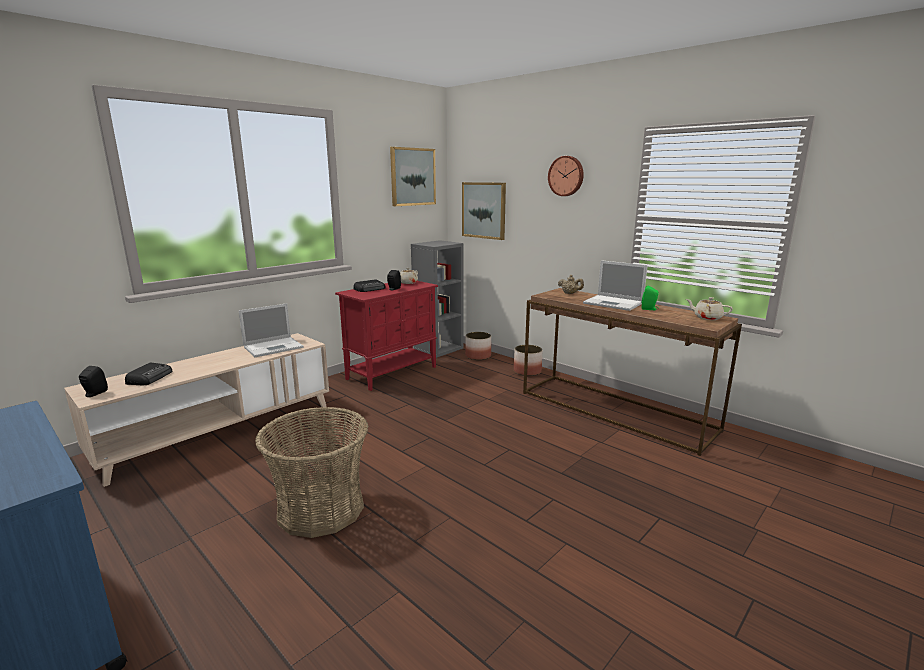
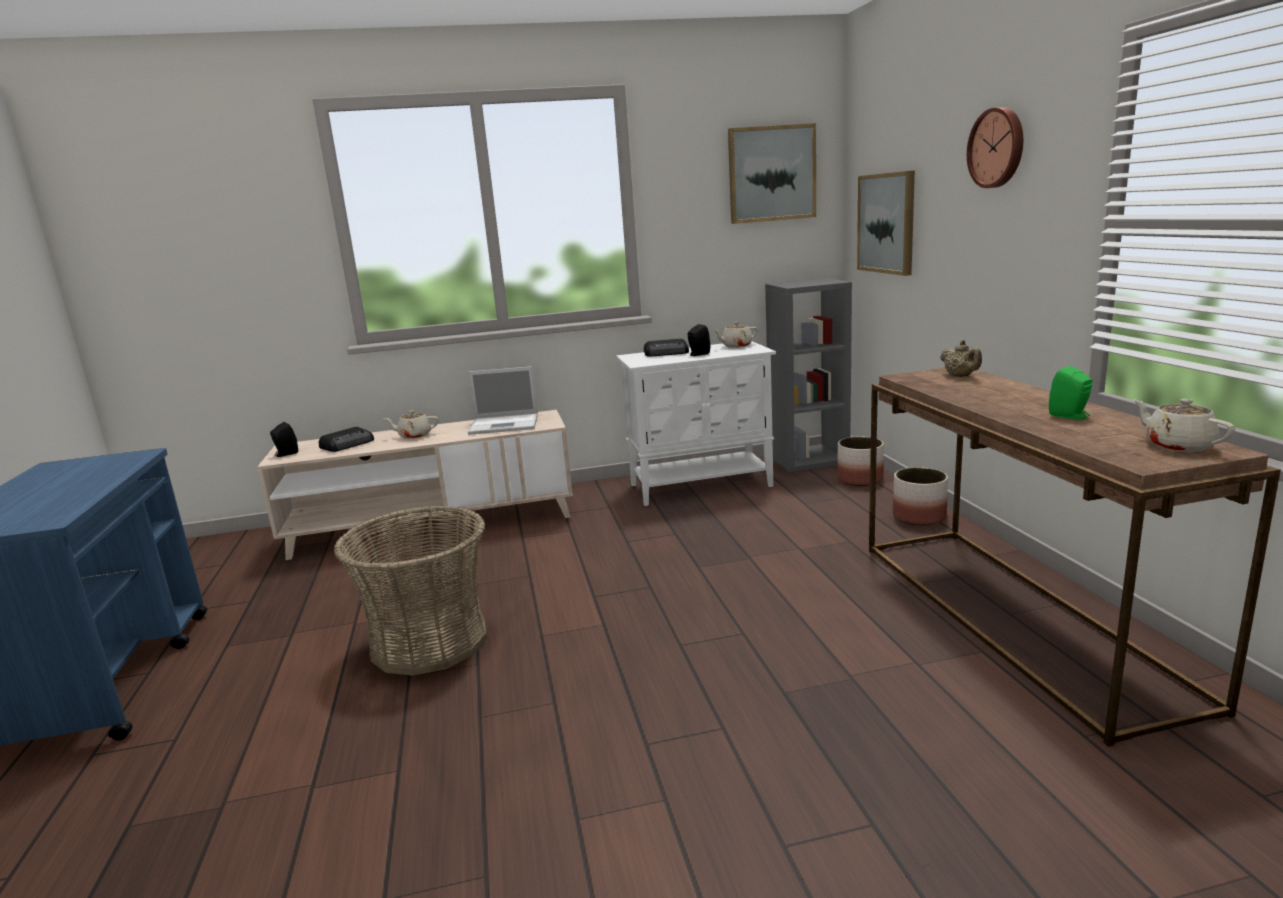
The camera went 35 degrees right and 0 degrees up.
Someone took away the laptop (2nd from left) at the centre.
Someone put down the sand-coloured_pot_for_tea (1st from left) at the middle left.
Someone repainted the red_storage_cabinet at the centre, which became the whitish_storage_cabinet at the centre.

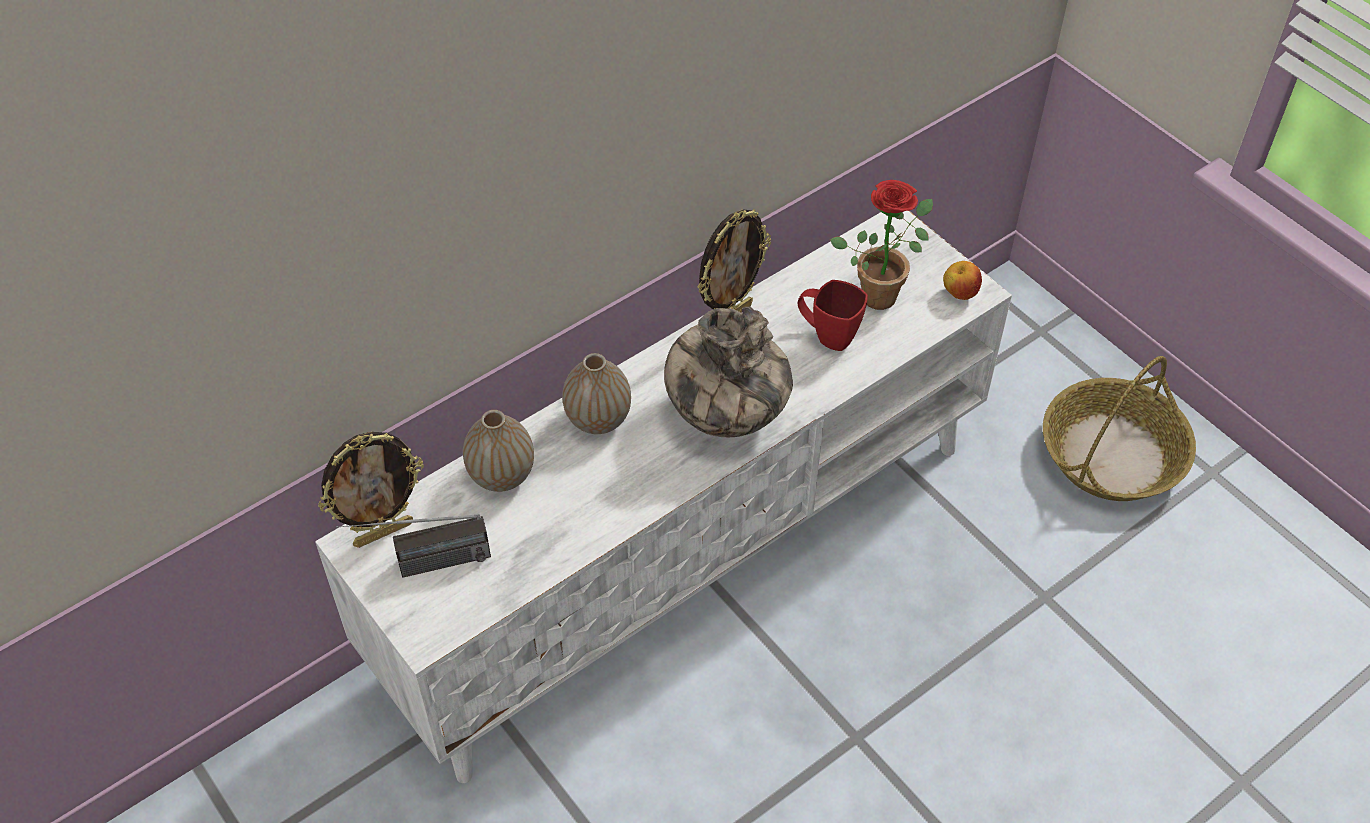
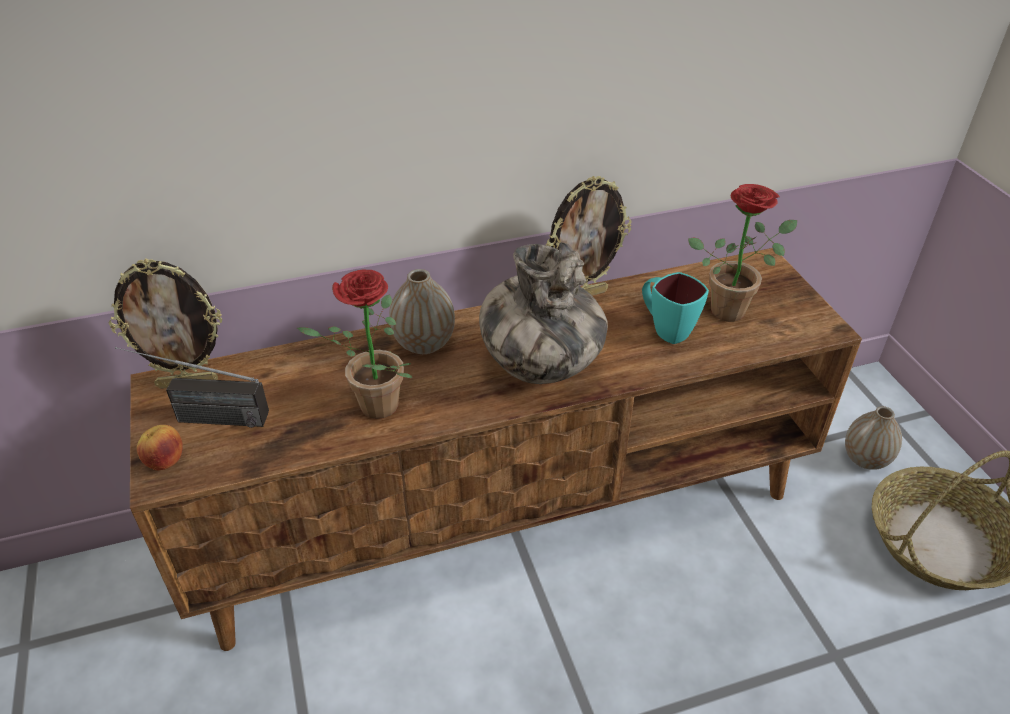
The camera went 20 degrees right and 10 degrees down.
Someone put down the plant_in_a_pot (1st from left) at the centre.
Someone carried the vase (1st from left in the first image) from the centre to the middle right.
Someone carried the whole_apple from the middle right to the middle left.
Someone repainted the whitish_tv_stand at the centre, which became the brown_tv_stand at the centre.
Someone repainted the red_tea_mug at the centre, which became the turquoise_tea_mug at the middle right.

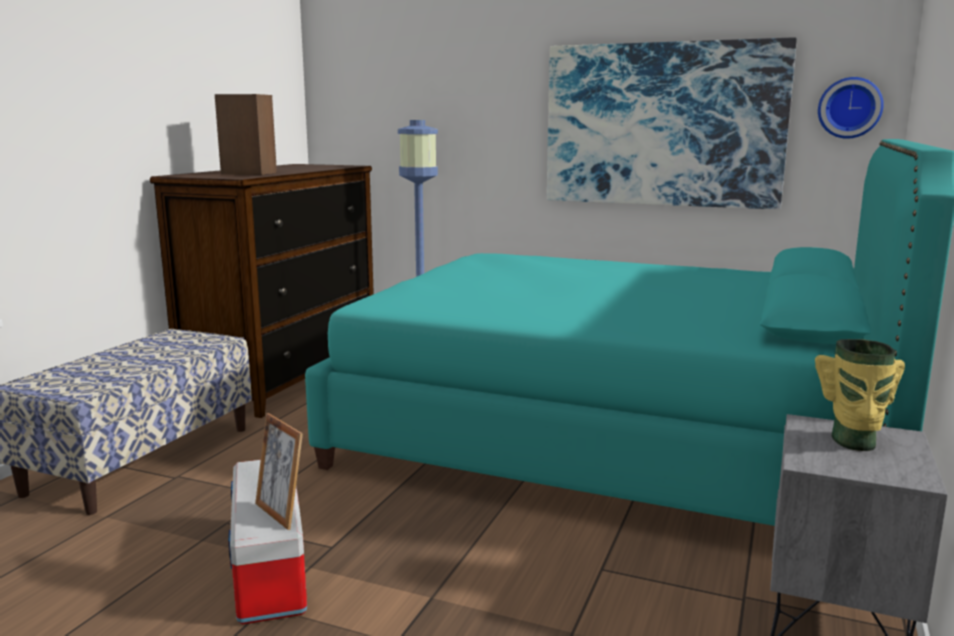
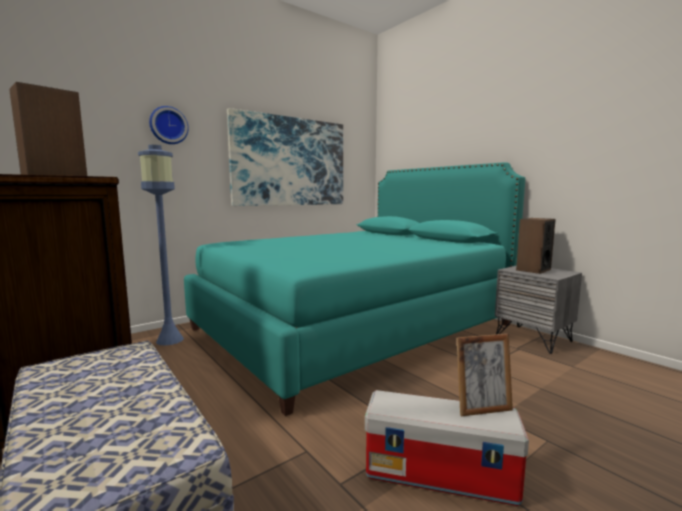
The camera went 60 degrees left and 5 degrees down.
Someone carried the wall_clock from the top right to the top left.
Someone swapped the vase at the middle right for the audio_speaker (2nd from left) at the middle right.

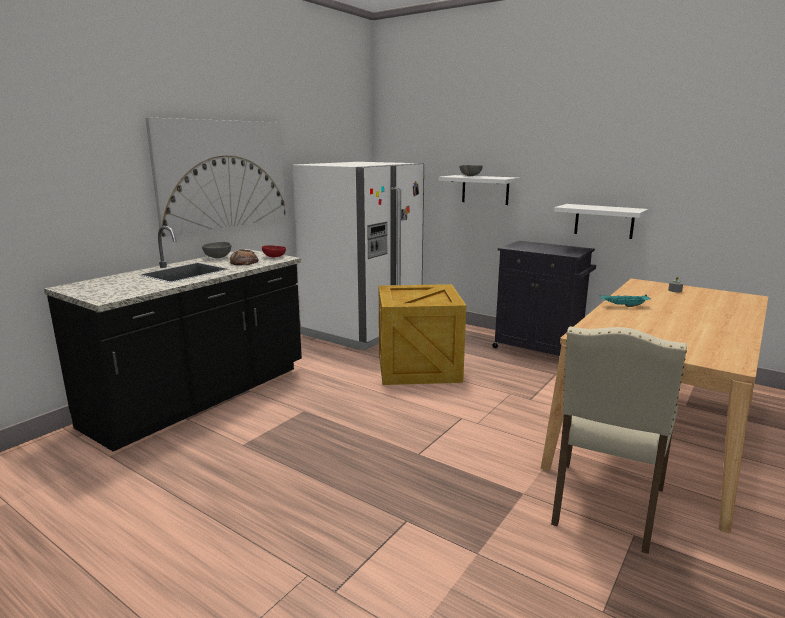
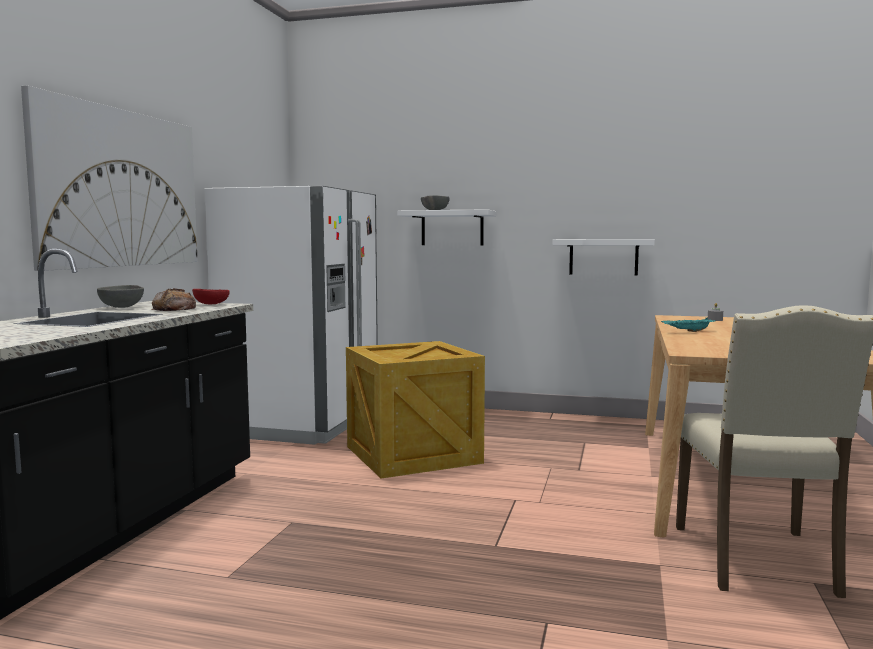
The camera went 20 degrees left and 10 degrees down.
Someone took away the black-coloured_storage_cabinet at the middle right.

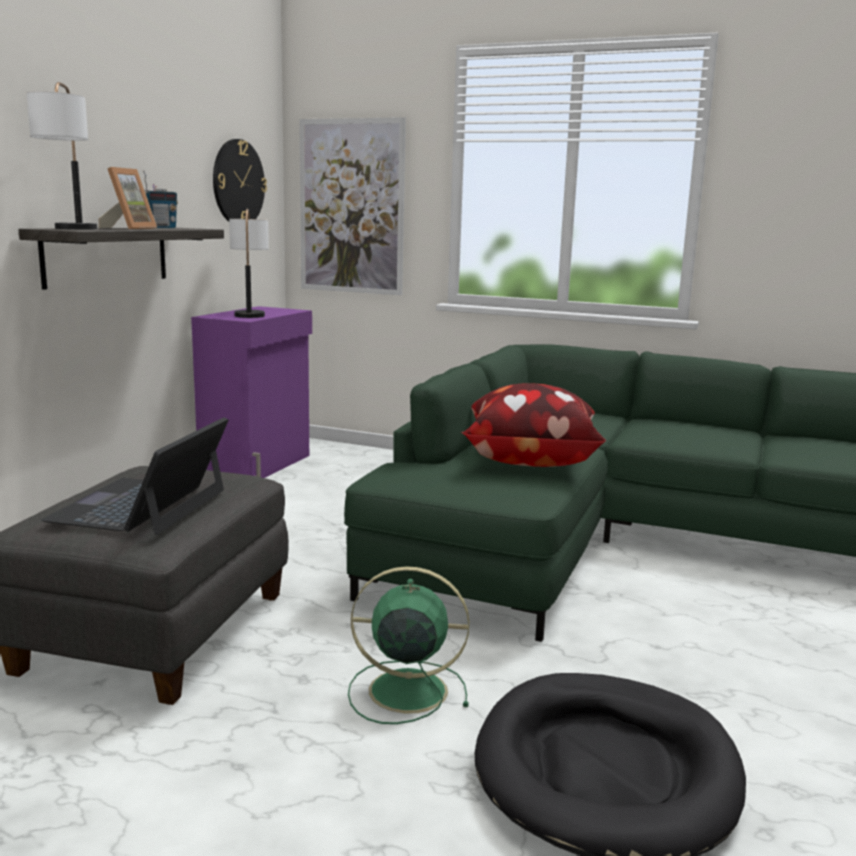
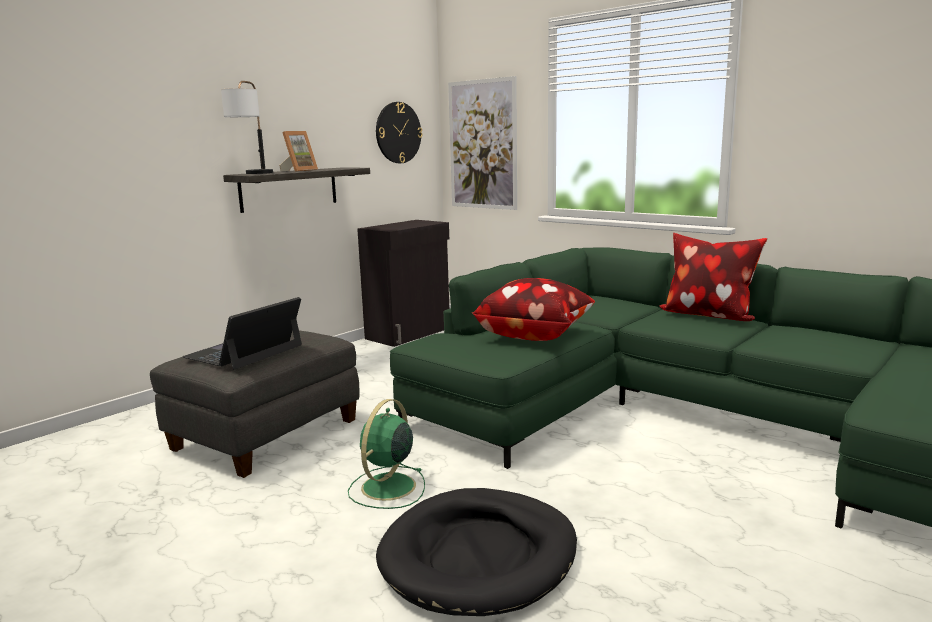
The camera went 20 degrees right and 0 degrees up.
Someone took away the radio at the top left.
Someone took away the tabletop_lamp (2nd from left) at the top left.
Someone put down the cushion (2nd from left) at the middle right.
Someone repainted the purple_storage_cabinet at the middle left, which became the black-coloured_storage_cabinet at the centre.
Someone rotated the greenish_cooling_fan at the bottom centre by 90 degrees counterclockwise.

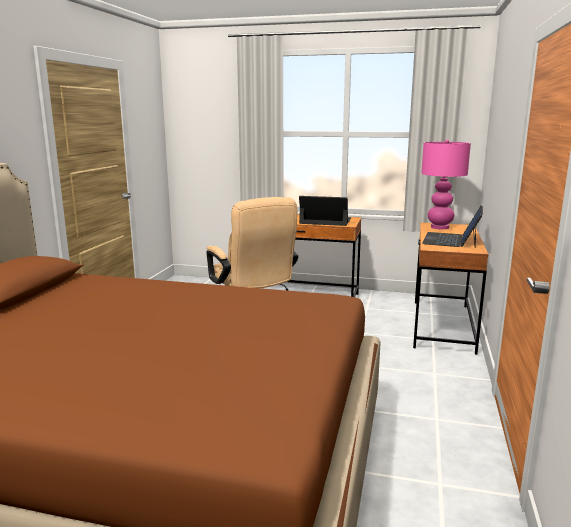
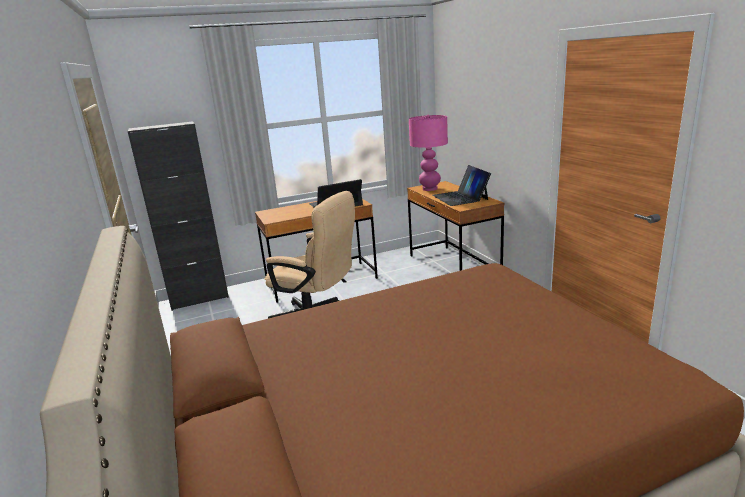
The camera went 35 degrees left and 5 degrees up.
Someone put down the black-coloured_storage_cabinet at the middle left.

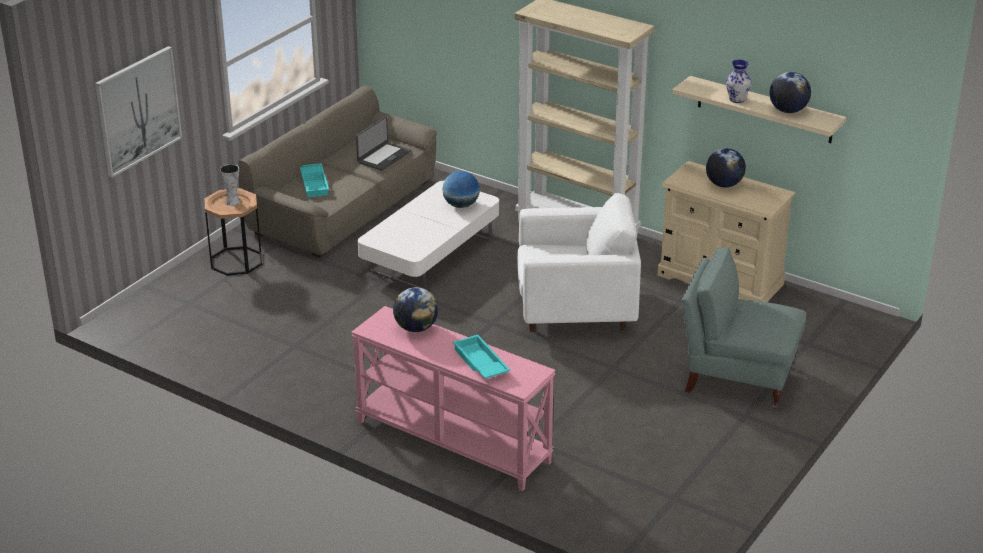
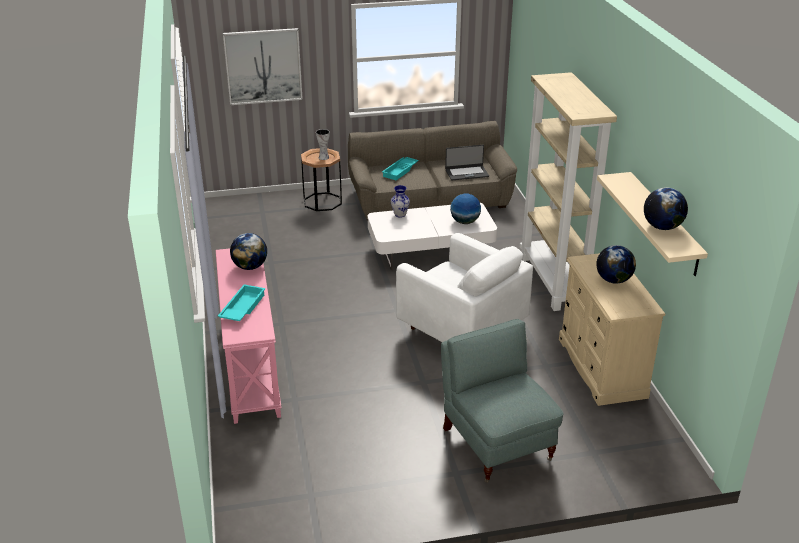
The camera went 45 degrees right and 0 degrees up.
Someone carried the vase (2nd from left) from the top right to the centre.

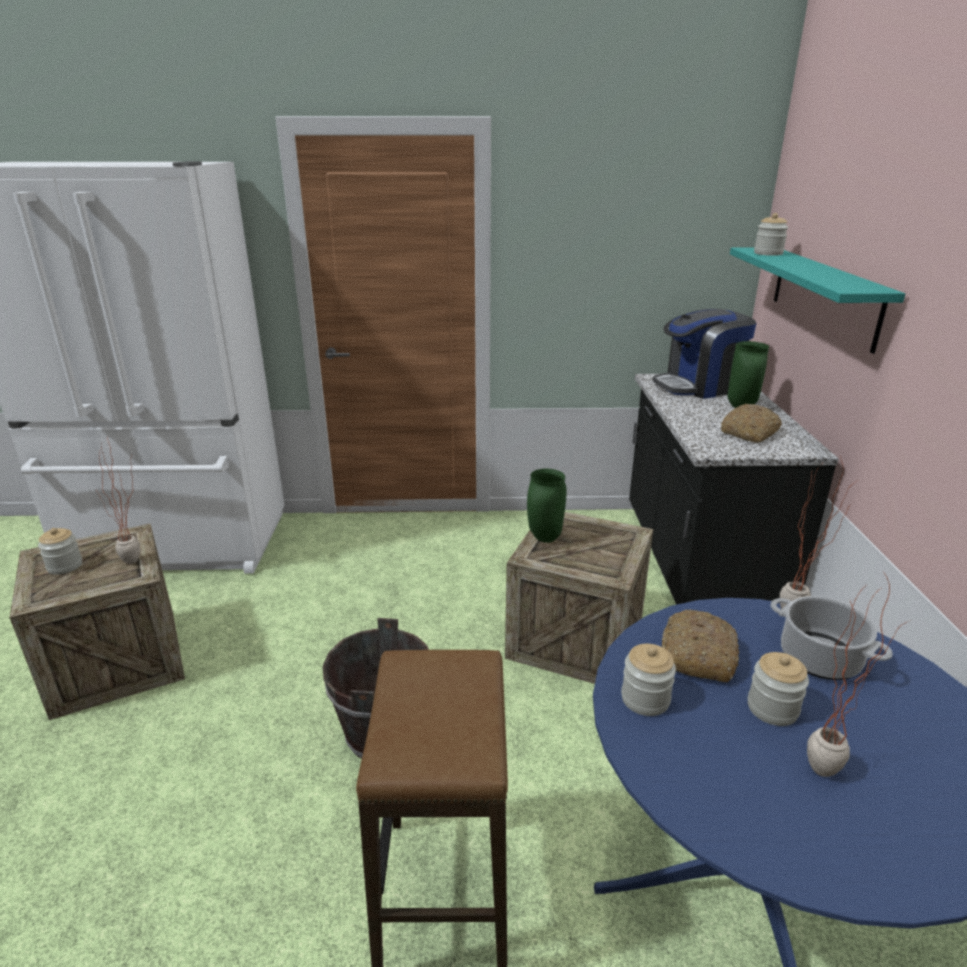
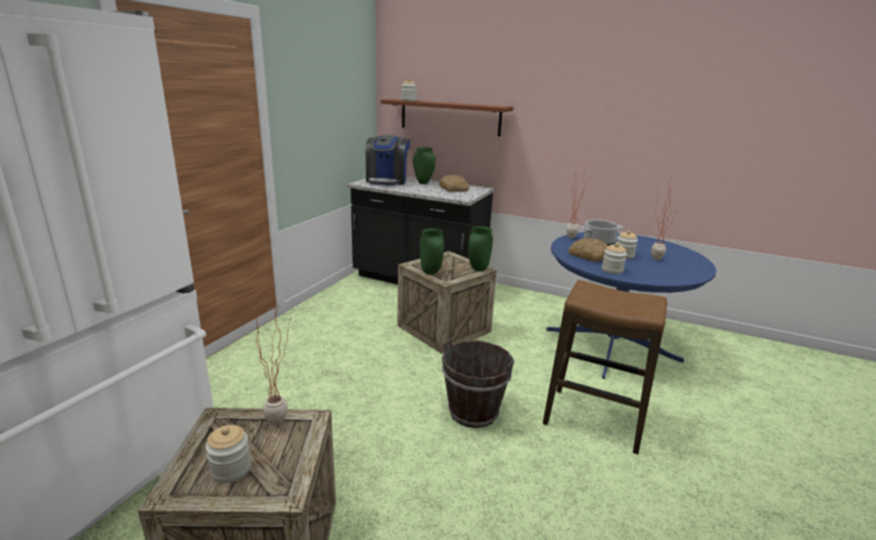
The camera went 65 degrees left and 5 degrees down.
Someone put down the greenish_vase (3rd from left) at the centre.
Someone repainted the turquoise_wall_shelf at the top right, which became the brown_wall_shelf at the top centre.

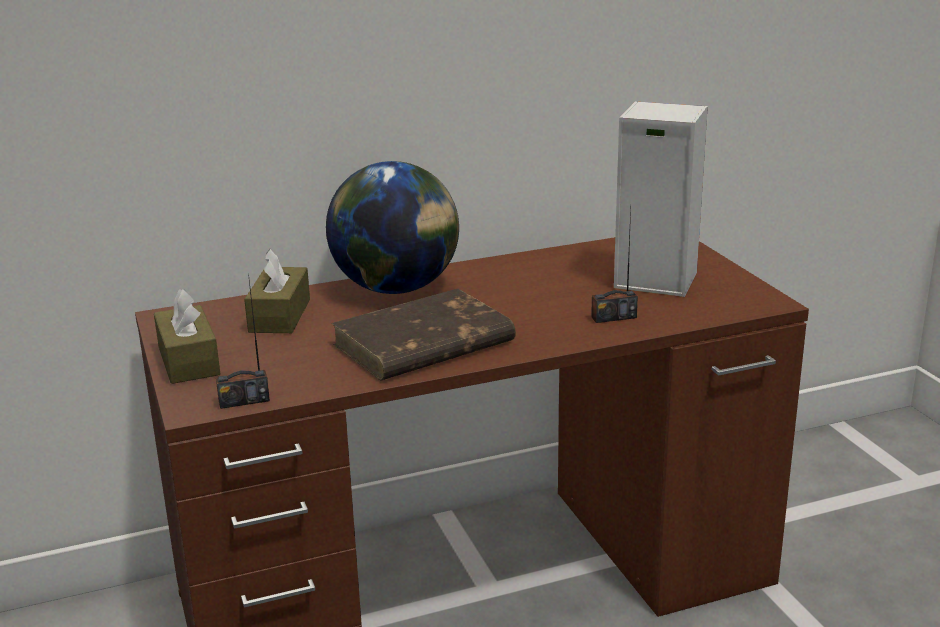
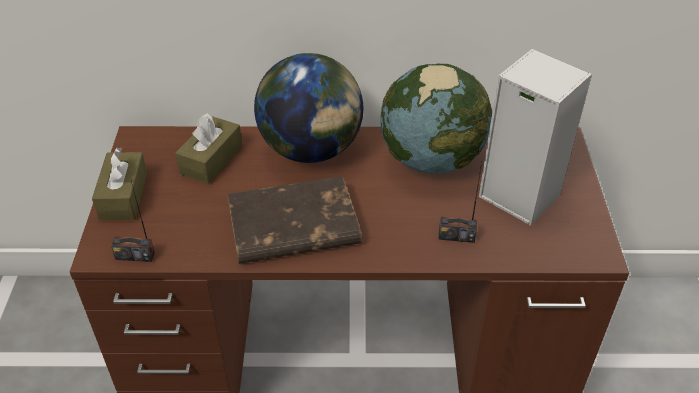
The camera went 20 degrees right and 20 degrees up.
Someone put down the desk_globe (2nd from left) at the top centre.

